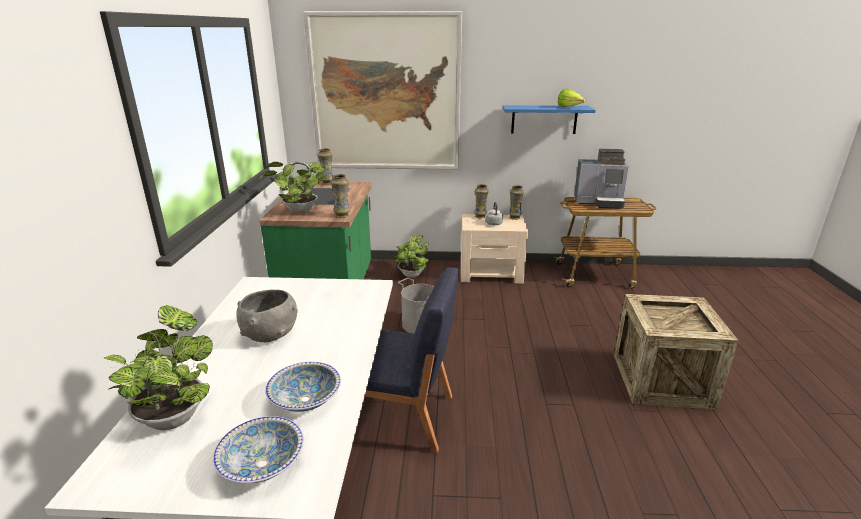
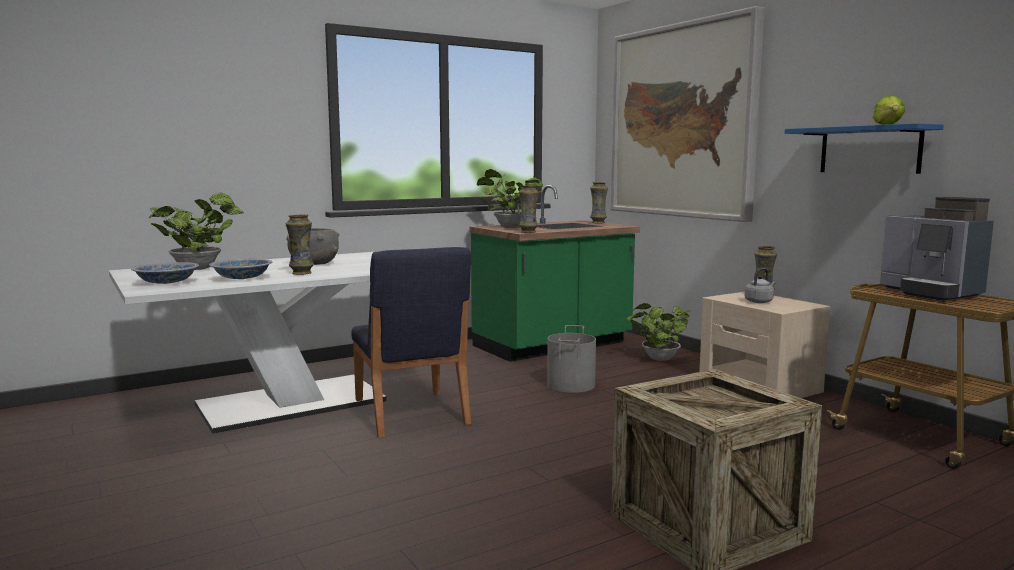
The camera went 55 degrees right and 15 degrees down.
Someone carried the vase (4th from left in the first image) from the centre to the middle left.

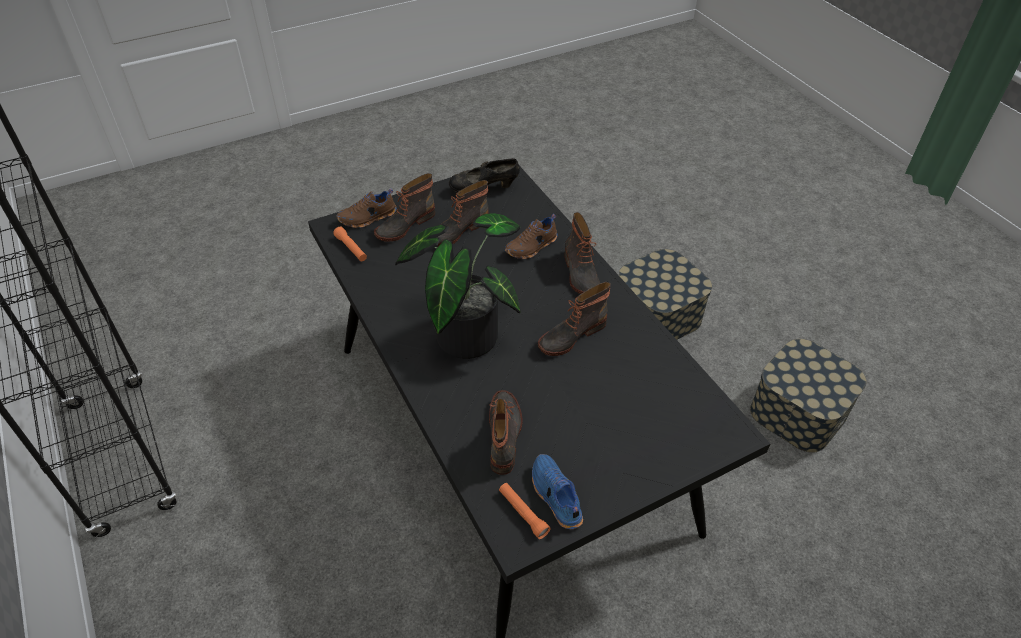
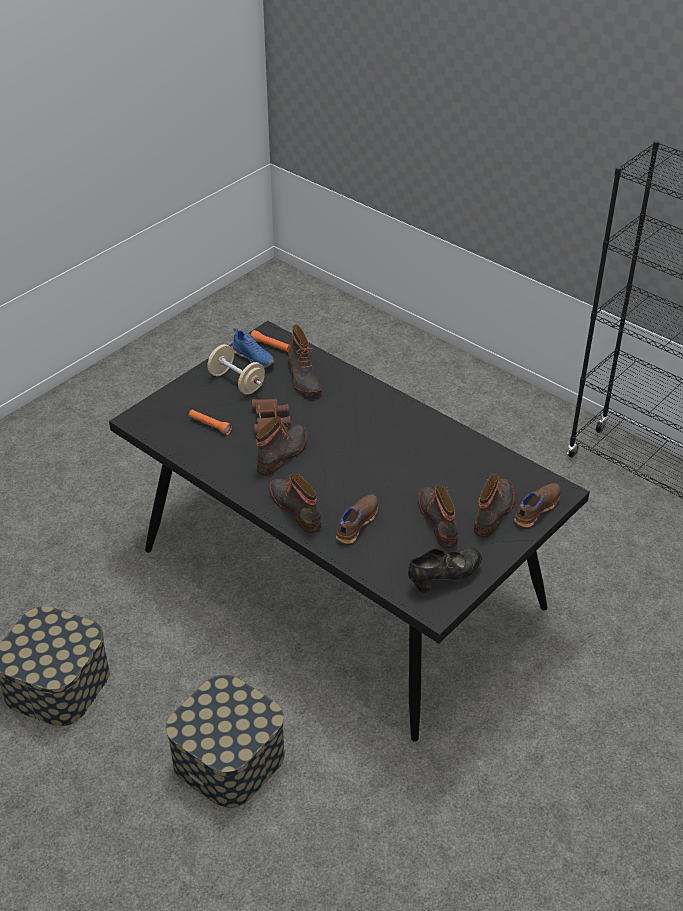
The camera went 160 degrees right and 5 degrees down.
Someone took away the plant_in_a_pot at the centre.
Someone put down the sand-coloured_dumbbell at the centre.
Someone put down the brown_field_glasses at the centre.
Someone carried the orange_flashlight (1st from left) from the centre to the middle left.
Someone rotated the high-top_boot (2nd from left in the first image) at the centre by 45 degrees counterclockwise.

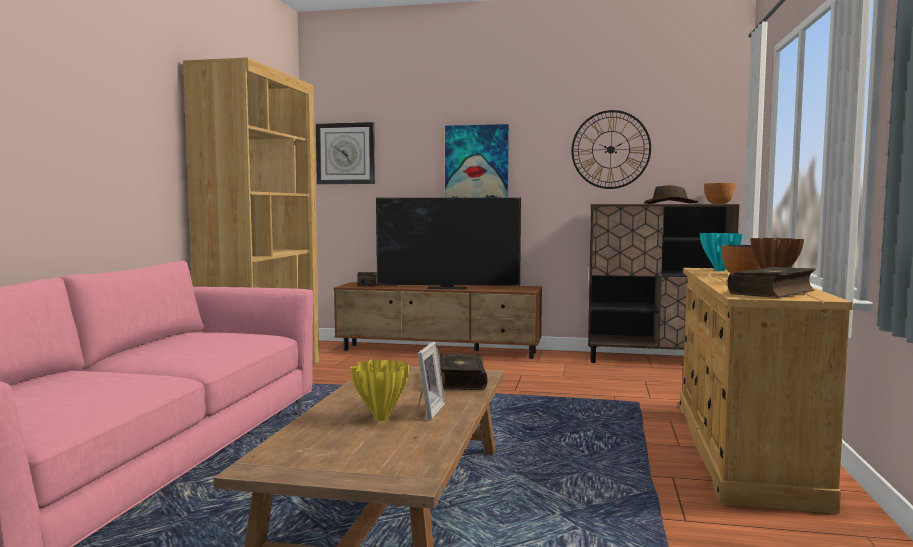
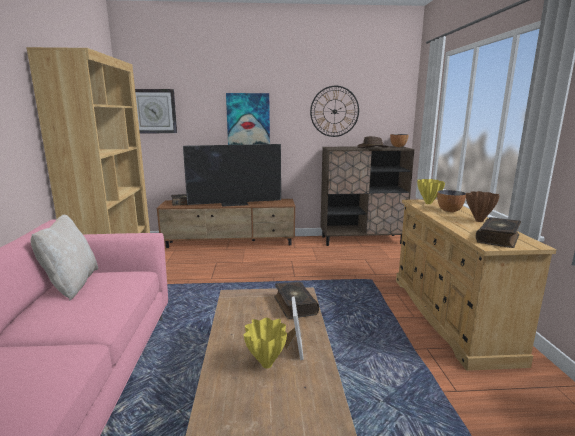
The camera went 15 degrees left and 10 degrees up.
Someone put down the sand-coloured_cushion at the middle left.
Someone repainted the turquoise_vase at the middle right, which became the yellowish_vase (2nd from left) at the middle right.

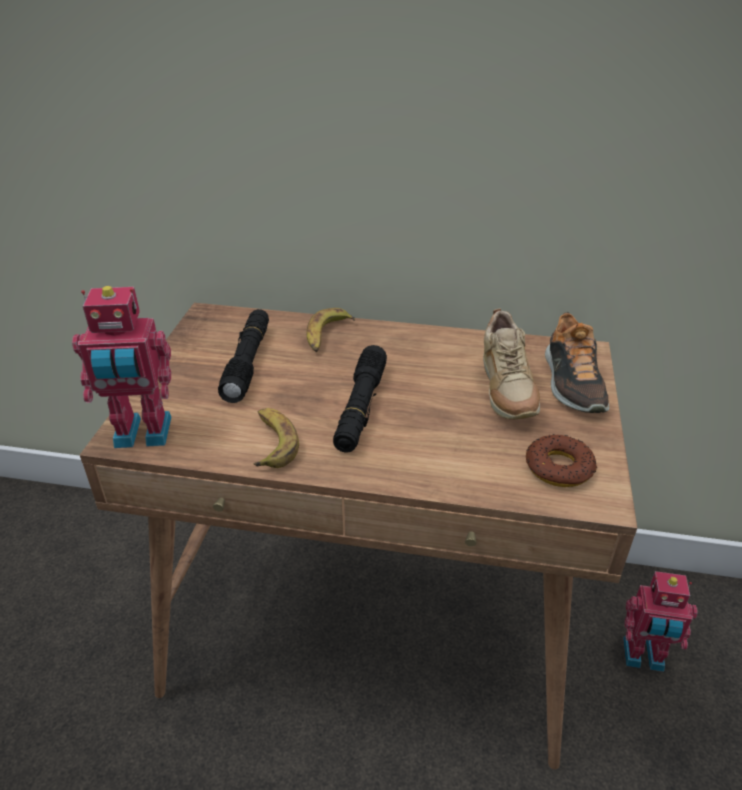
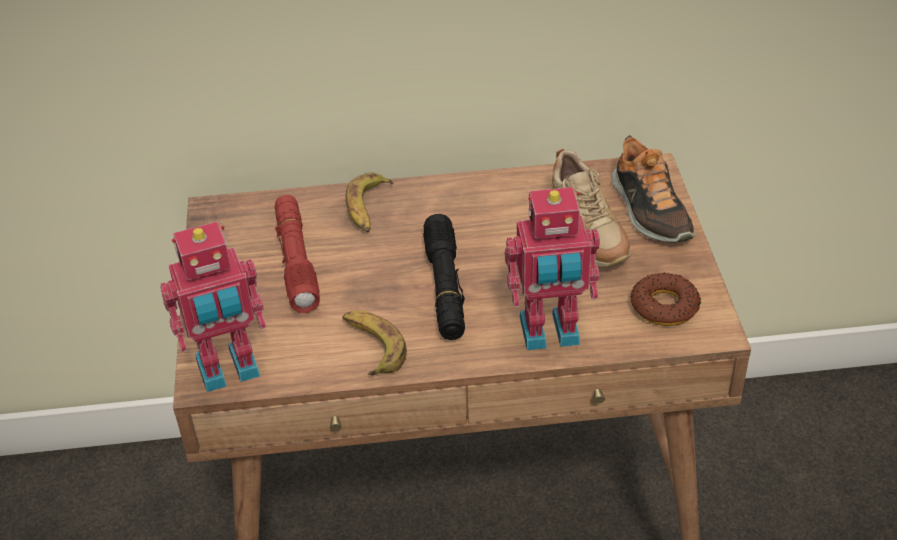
The camera went 15 degrees left and 5 degrees up.
Someone carried the toy_robot (2nd from left) from the bottom right to the centre.
Someone repainted the black-coloured_flashlight (1st from left) at the middle left, which became the red_flashlight at the middle left.

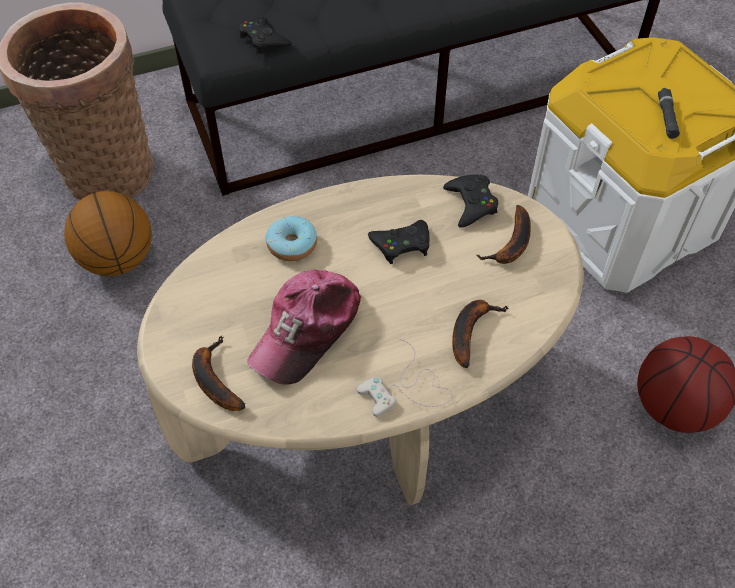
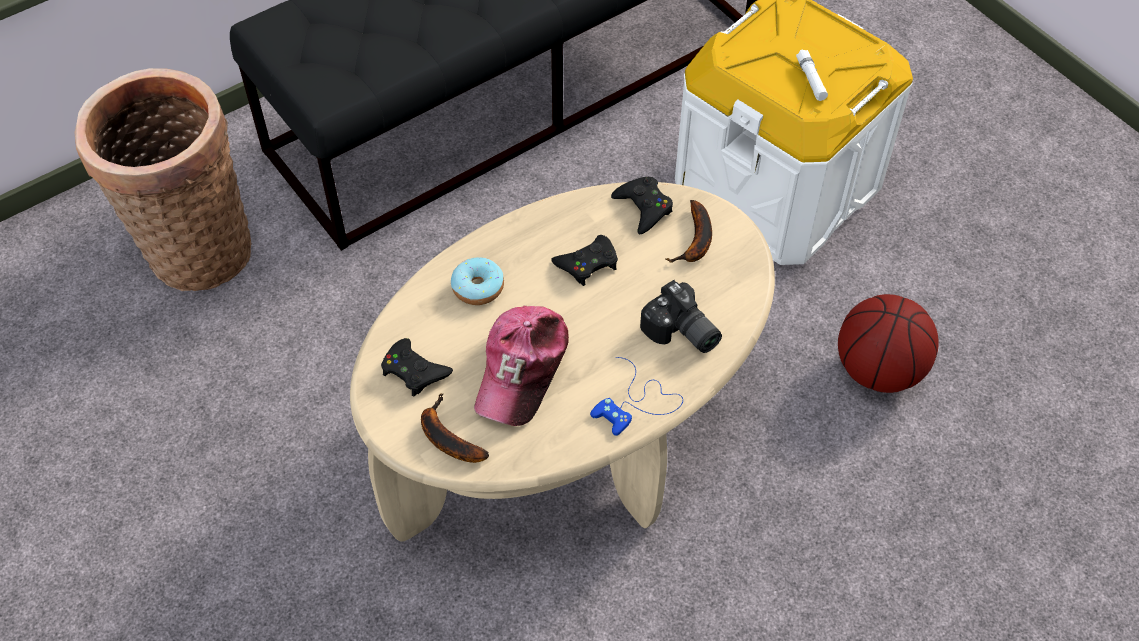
The camera went 15 degrees left and 0 degrees up.
Someone took away the basketball (1st from left) at the middle left.
Someone carried the black-coloured_gamepad (1st from left) from the top centre to the centre.
Someone swapped the whole_banana (2nd from left) at the centre for the photo_camera at the centre.
Someone repainted the whitish_gamepad at the centre, which became the blue-coloured_gamepad at the centre.
Someone repainted the black-coloured_flashlight at the top right, which became the whitish_flashlight at the top right.

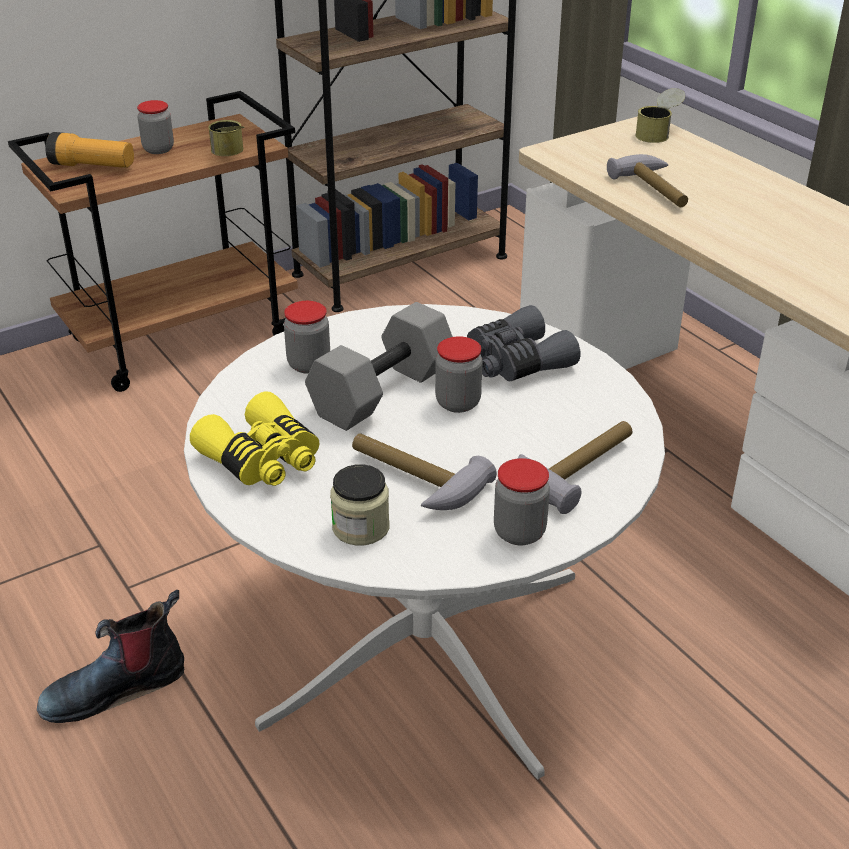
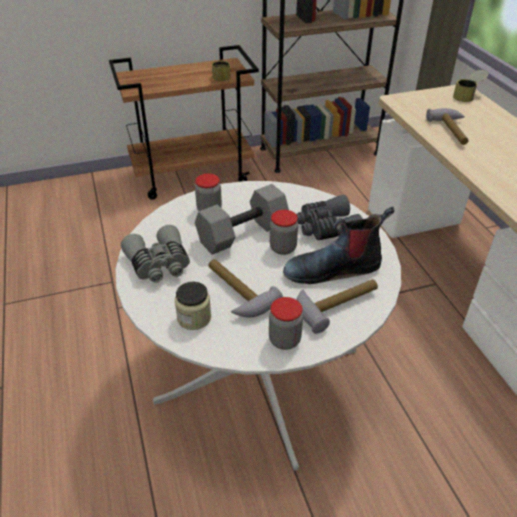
The camera went 15 degrees right and 5 degrees up.
Someone took away the flashlight at the top left.
Someone took away the preserve_jar (1st from left) at the top left.
Someone carried the high-top_boot from the bottom left to the centre.
Someone repainted the yellowish_field_glasses at the middle left, which became the grey_field_glasses (1st from left) at the middle left.

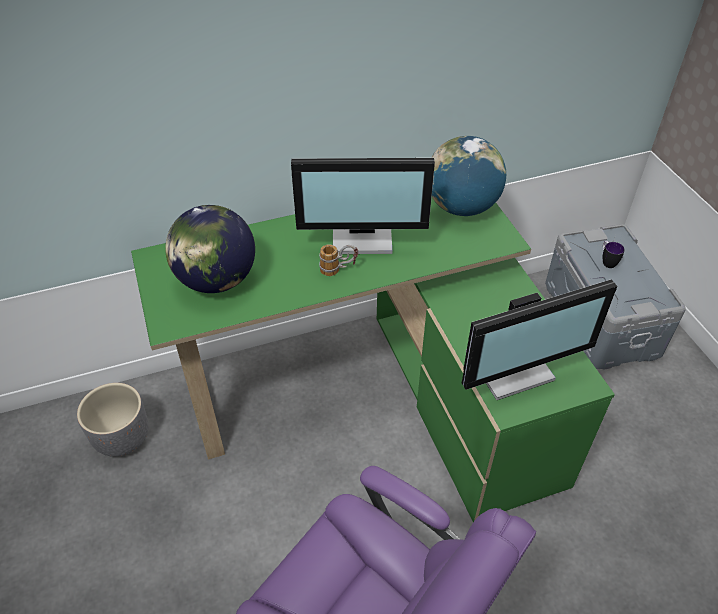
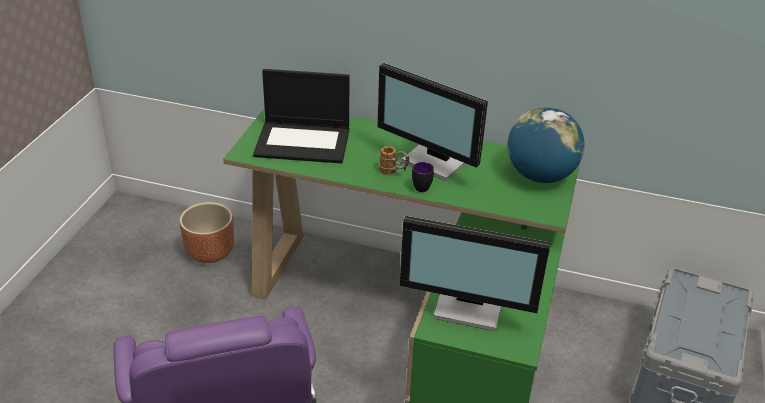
The camera went 35 degrees right and 10 degrees down.
Someone carried the tea_mug (2nd from left) from the middle right to the centre.
Someone swapped the desk_globe (1st from left) at the middle left for the laptop at the top centre.
Someone repainted the grey_planter at the bottom left, which became the brown_planter at the middle left.

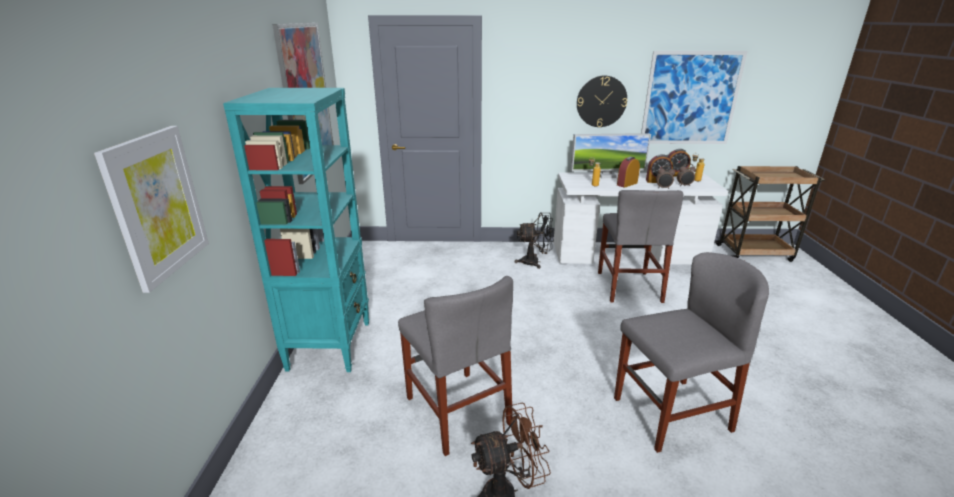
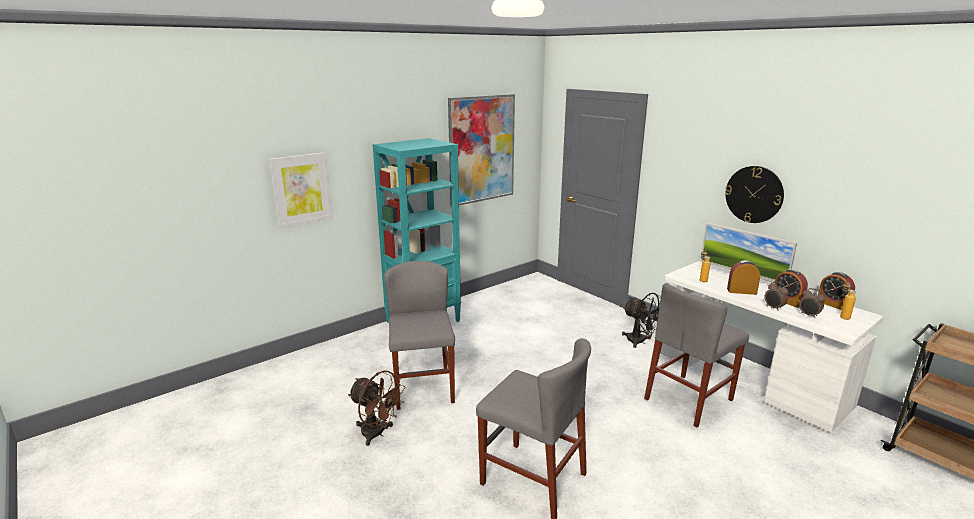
The camera went 50 degrees right and 5 degrees down.
Someone took away the wall_picture (3rd from left) at the top right.
Someone rotated the grey_plain_chair (1st from left) at the bottom centre by 150 degrees clockwise.

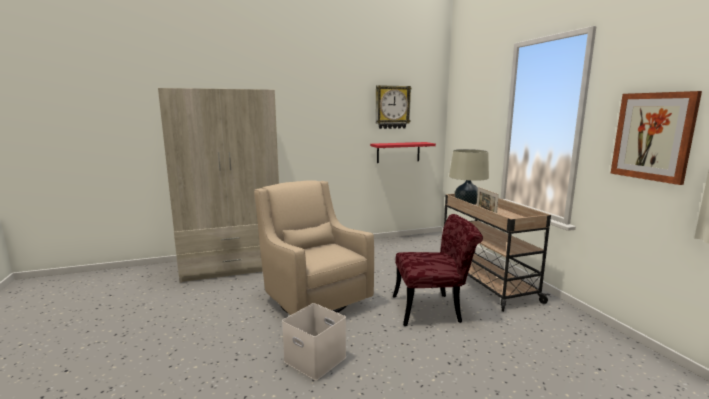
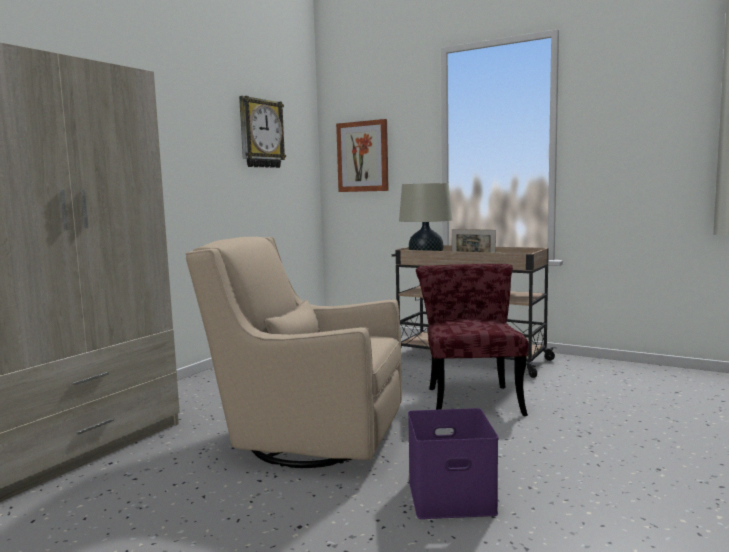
The camera went 40 degrees left and 5 degrees down.
Someone took away the red_wall_shelf at the centre.
Someone carried the wall_picture from the middle right to the top centre.
Someone repainted the whitish_storage_box at the bottom centre, which became the purple_storage_box at the bottom centre.
Someone rotated the red_plain_chair at the bottom centre by 45 degrees counterclockwise.

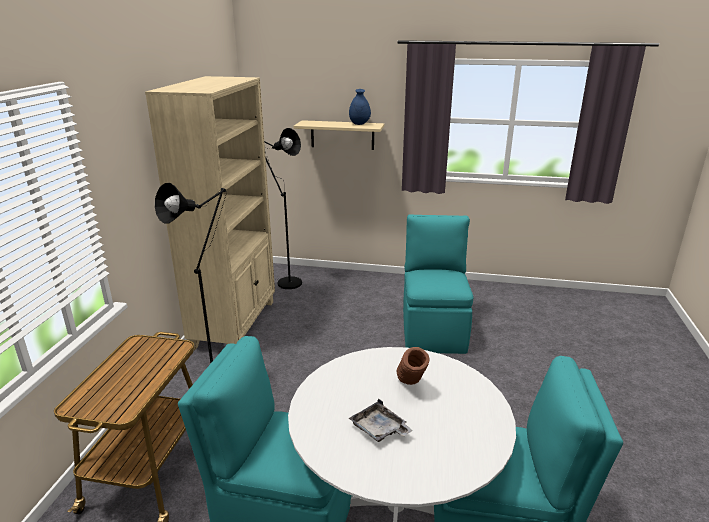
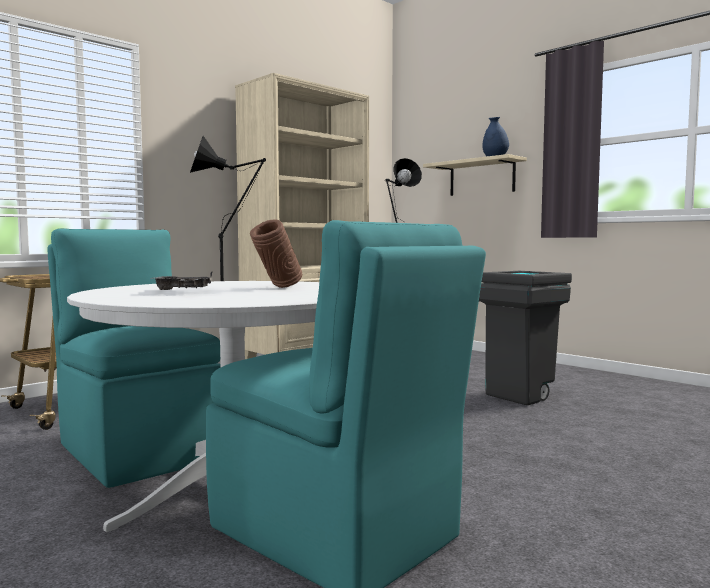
The camera went 35 degrees right and 20 degrees down.
Someone swapped the turquoise_plain_chair (2nd from left) at the centre for the grey_rubbish_bin at the middle right.

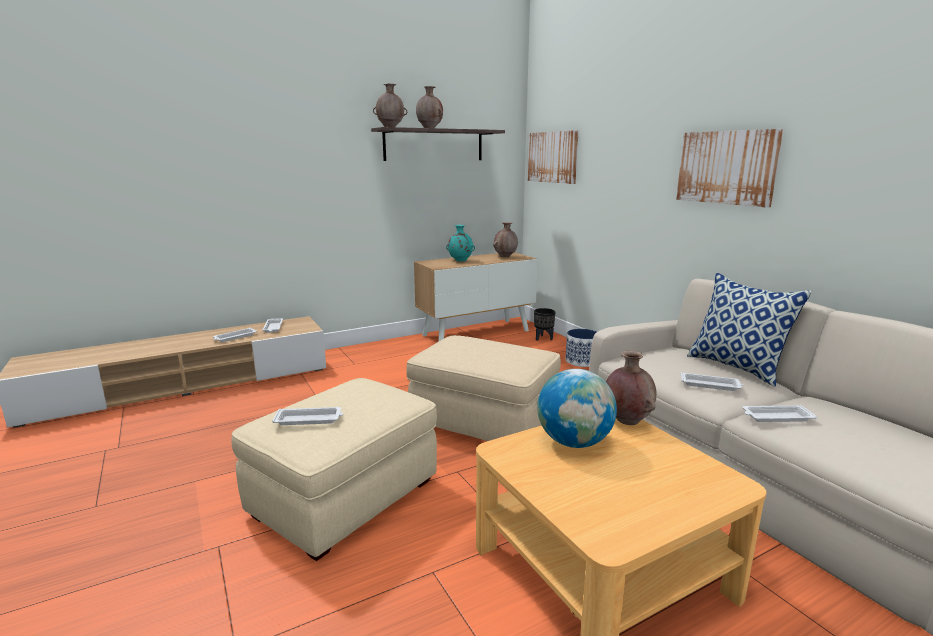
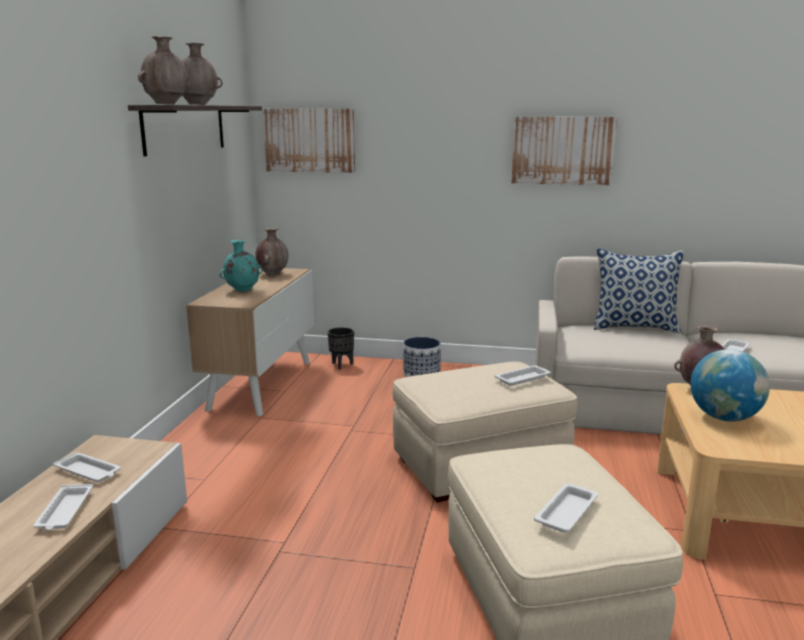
The camera went 50 degrees left and 0 degrees up.
Someone carried the whitish_carrying_tray (4th from left in the first image) from the middle right to the centre.

